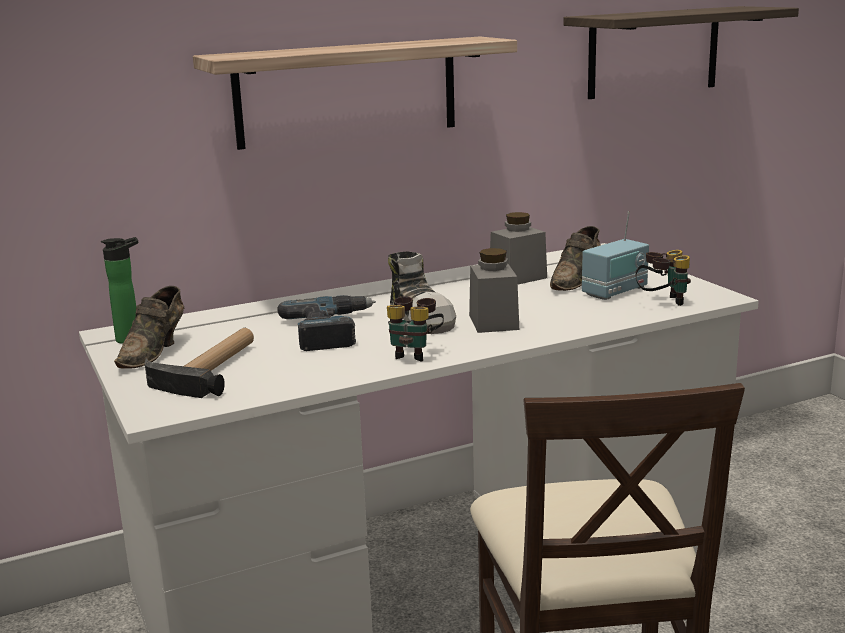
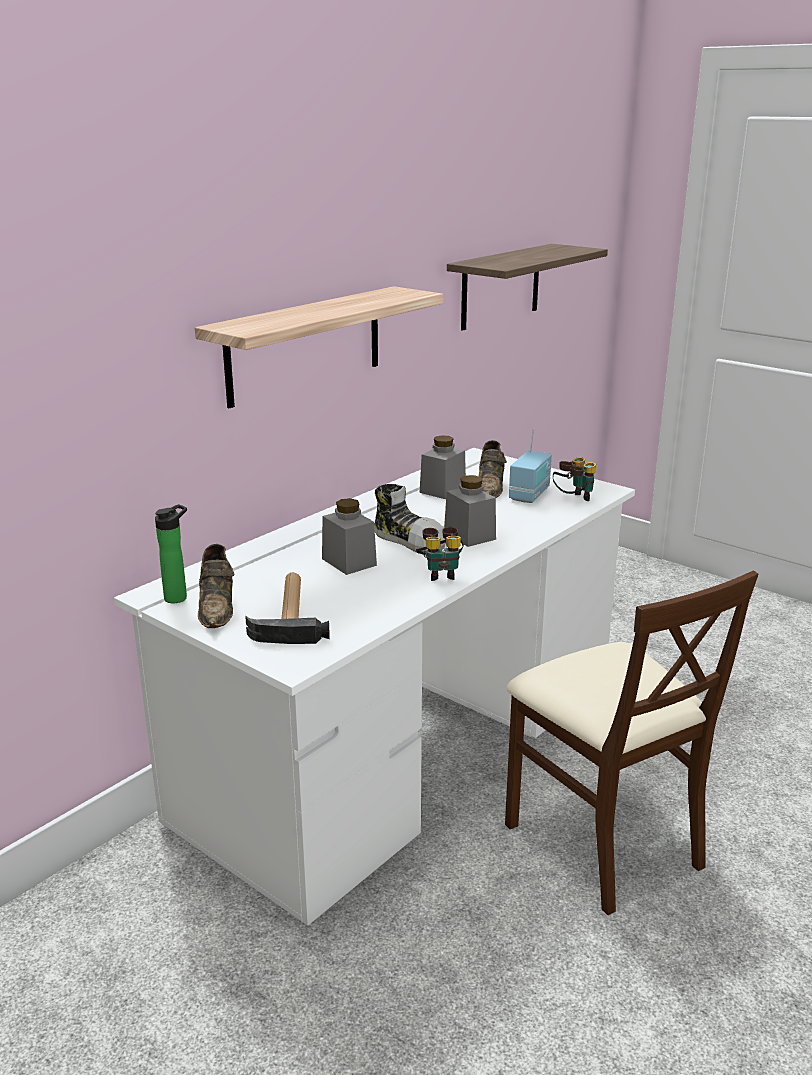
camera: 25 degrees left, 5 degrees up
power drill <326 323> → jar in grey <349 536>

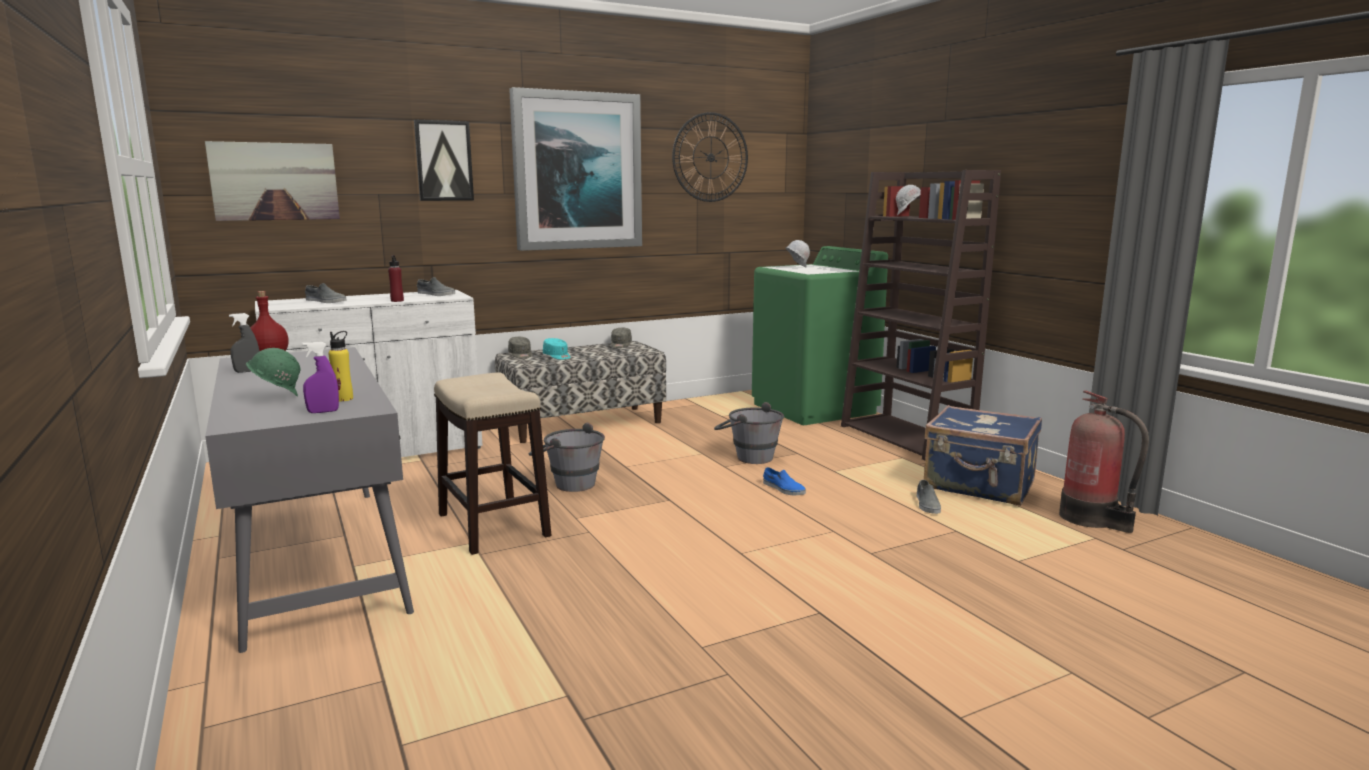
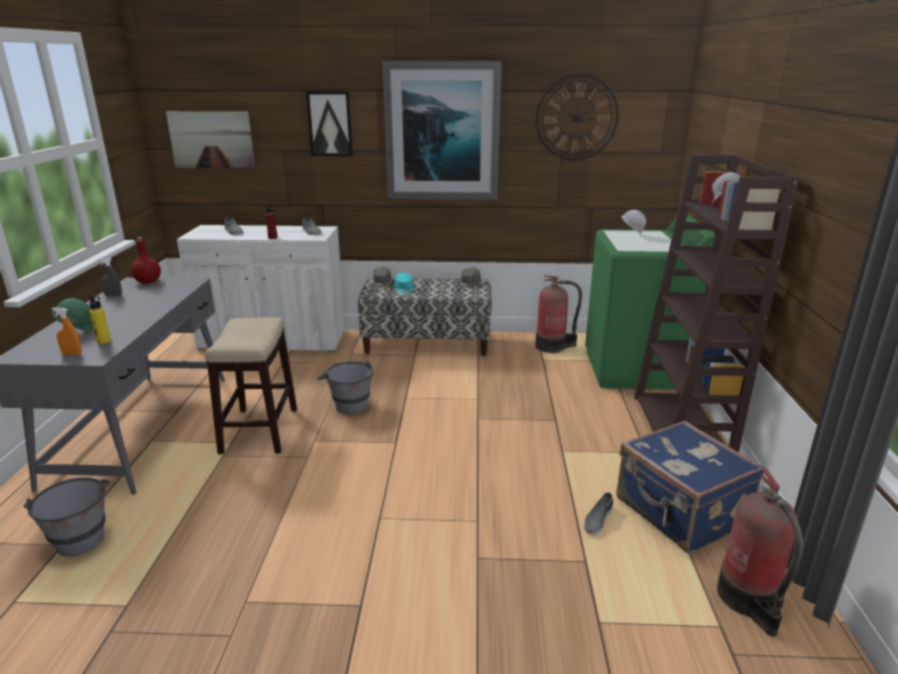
camera: 30 degrees right, 10 degrees up
shoe in blue <784 481> → -
- → fire extinguisher <558 314>
bucket in grey <749 433> → bucket in grey <67 517>, shifted
spray bottle in purple <321 377> → spray bottle in orange <67 331>

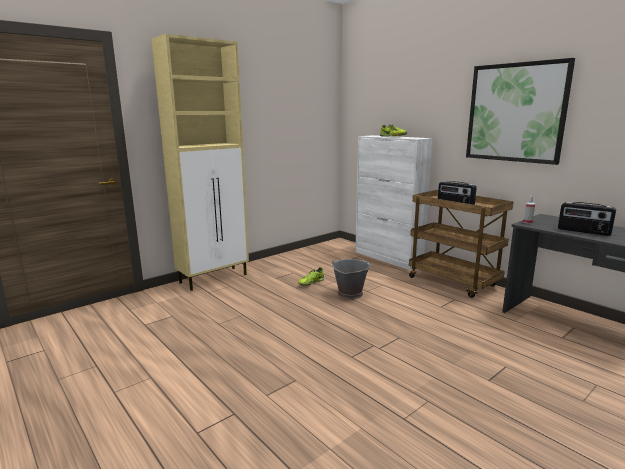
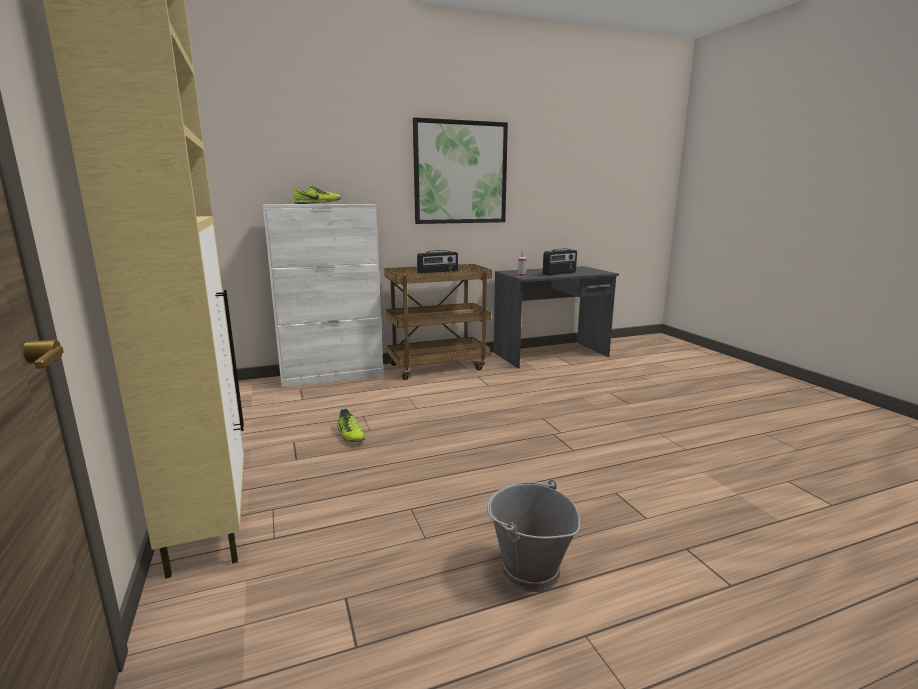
camera: 70 degrees left, 0 degrees up
bucket in grey <351 279> → bucket in grey <533 536>, shifted

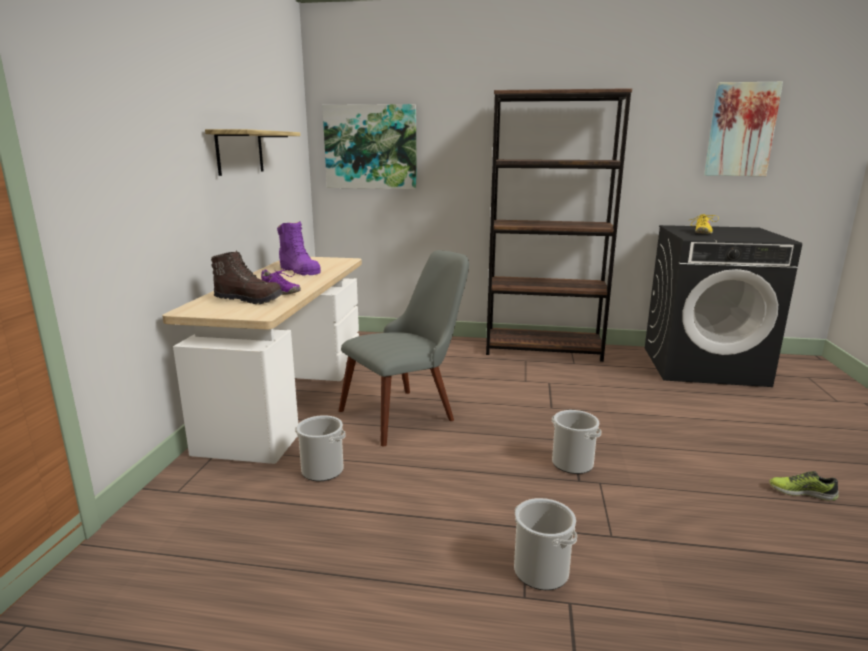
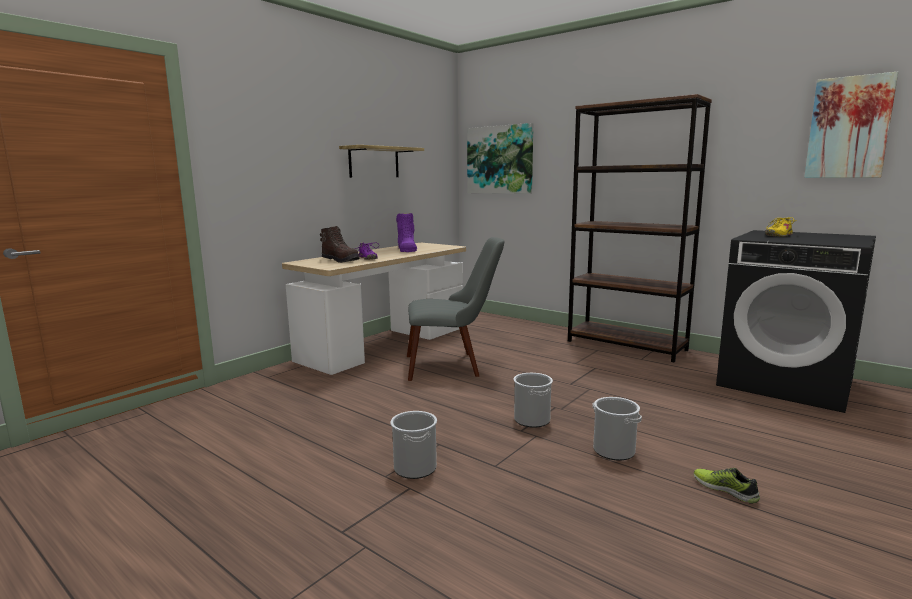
camera: 30 degrees right, 5 degrees down
bucket <320 448> → bucket <617 429>, shifted

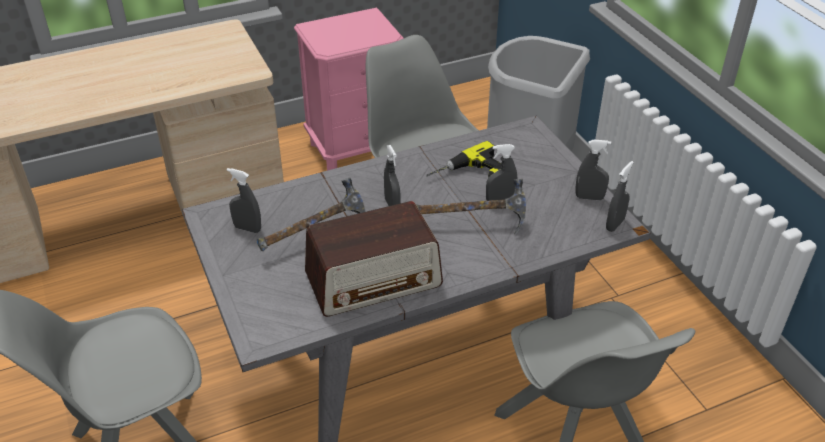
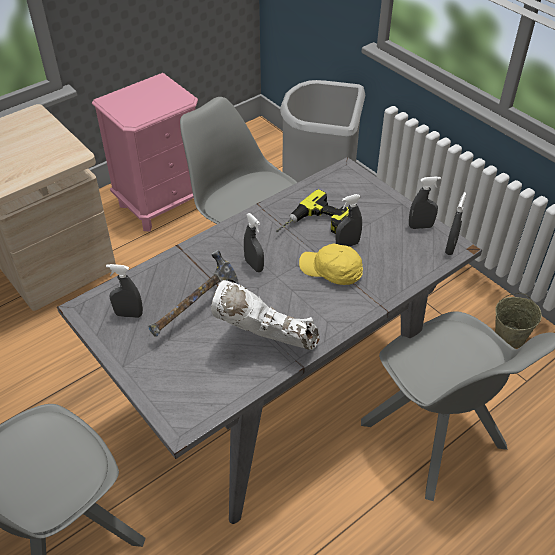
camera: 15 degrees left, 5 degrees up
- → bucket in beige <518 321>
radio <374 259> → boot in white <265 315>
hammer <471 206> → cap in yellow <331 264>

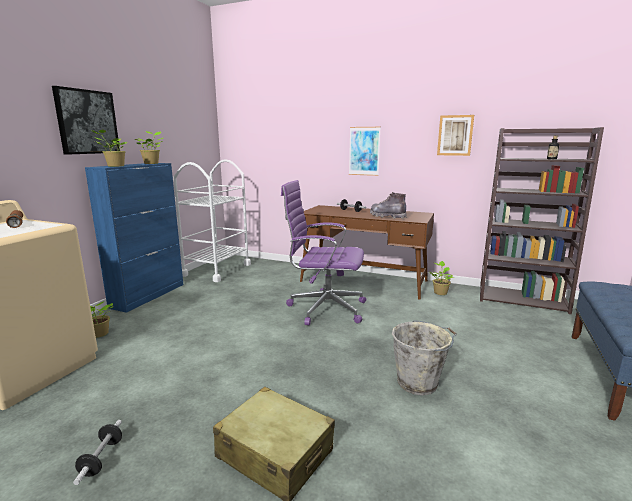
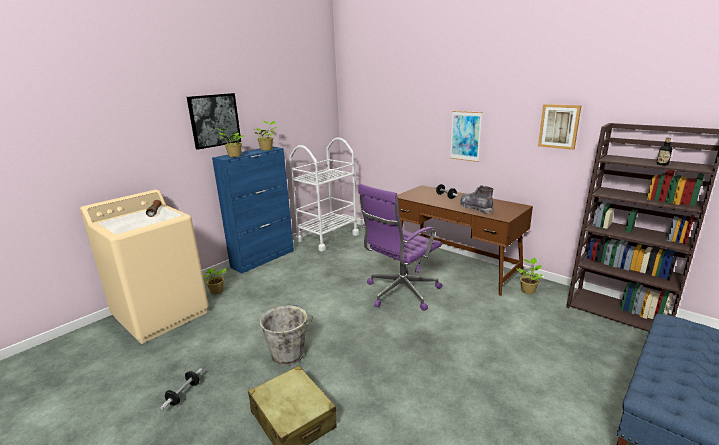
camera: 20 degrees right, 5 degrees up
bucket in grey <424 357> → bucket in grey <286 335>, shifted
office chair in purple <323 252> → office chair in purple <400 247>, 75 degrees counterclockwise

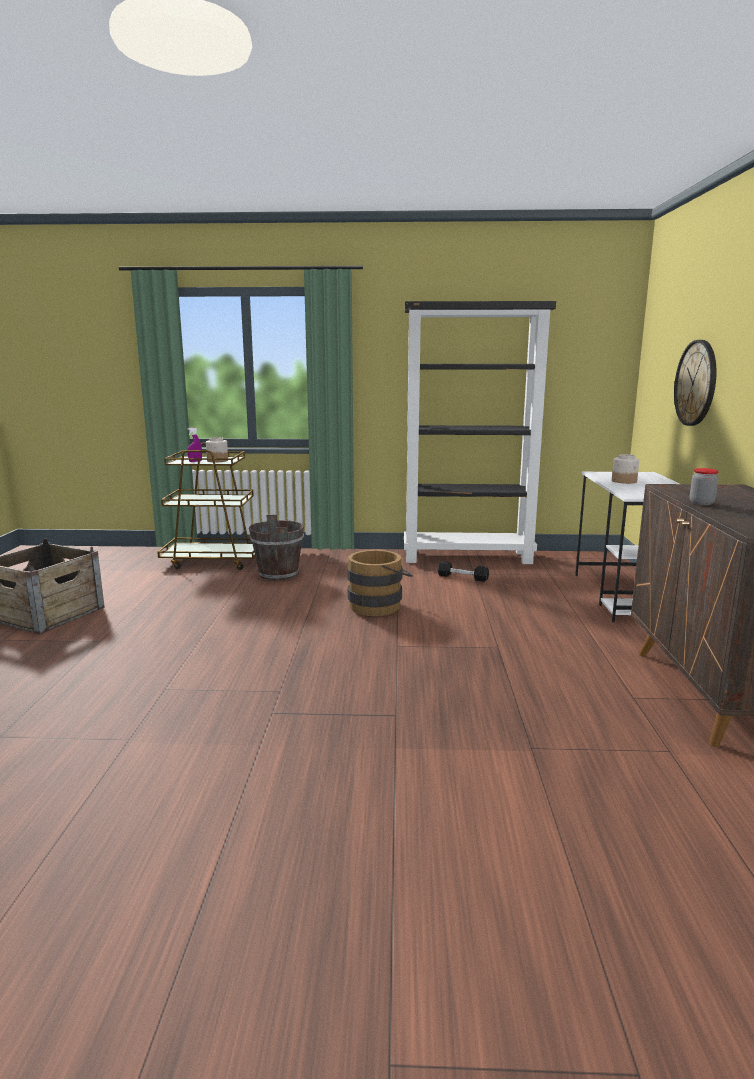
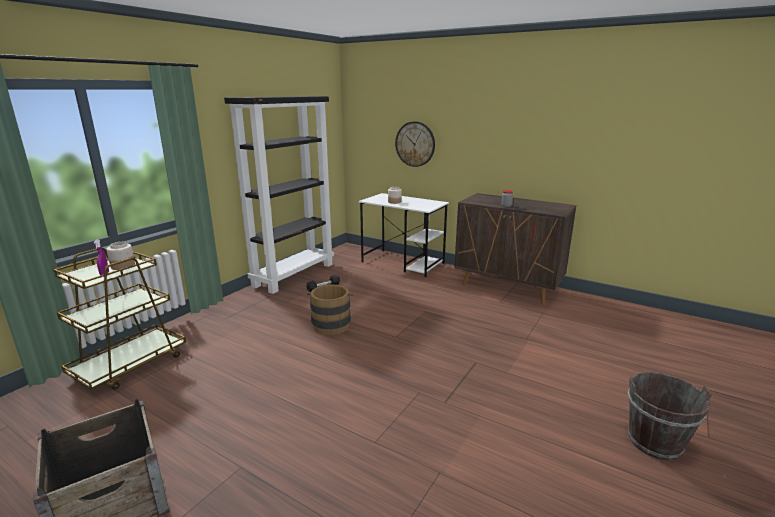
camera: 60 degrees left, 5 degrees up
bucket in brown <276 547> → bucket in brown <670 416>, shifted

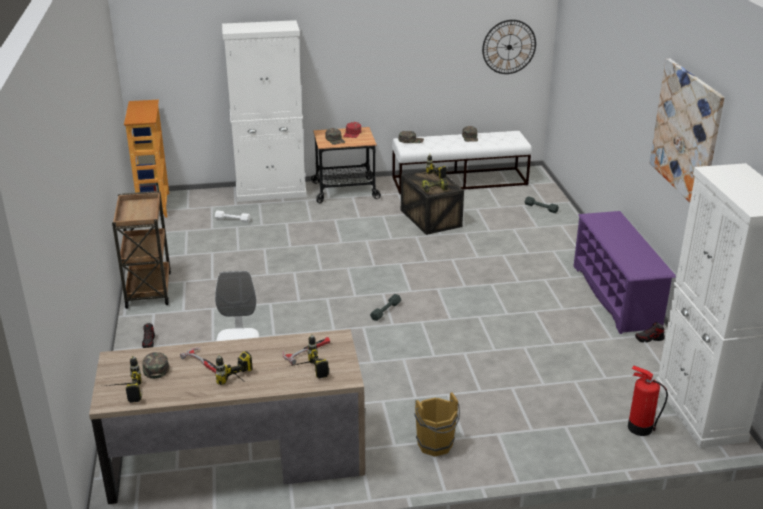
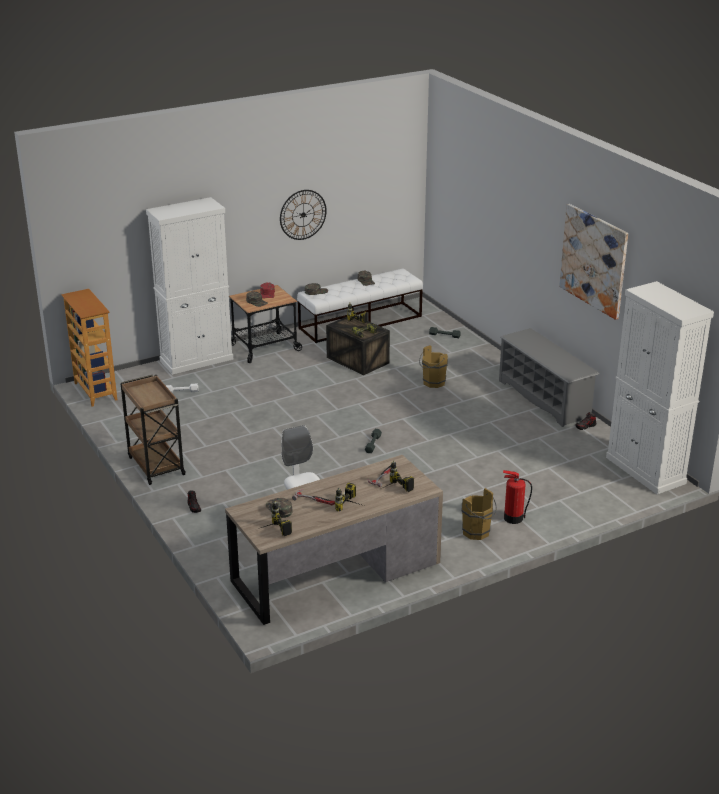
camera: 20 degrees left, 0 degrees up
- → bucket in brown <433 366>
wall clock <509 47> → wall clock <303 215>, shifted
fire extinguisher <648 401> → fire extinguisher <517 497>, shifted
shoe rack in purple <624 272> → shoe rack in grey <549 377>

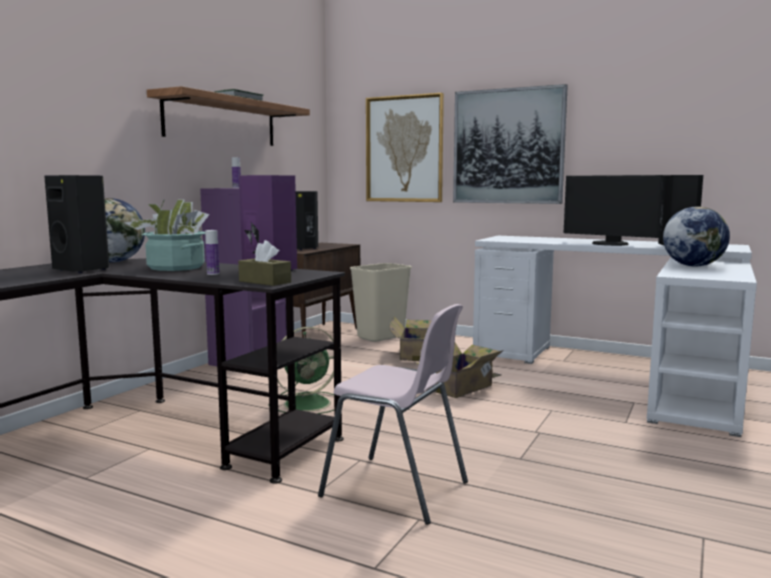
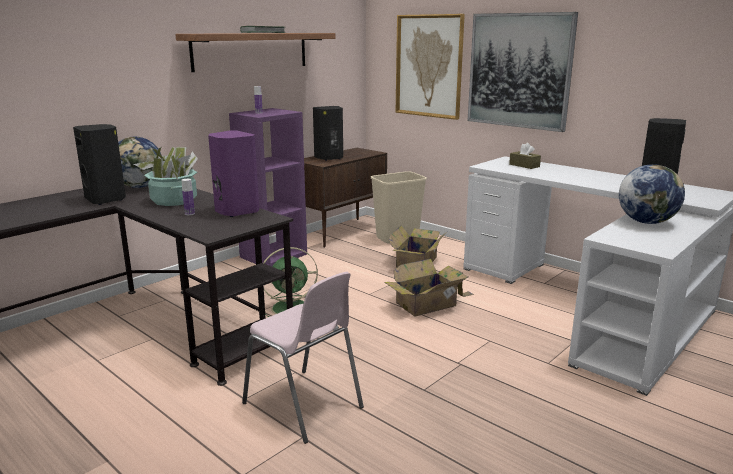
camera: 15 degrees right, 10 degrees up
monitor <613 210> → -
tissue box in brown <264 263> → tissue box in brown <525 156>, shifted

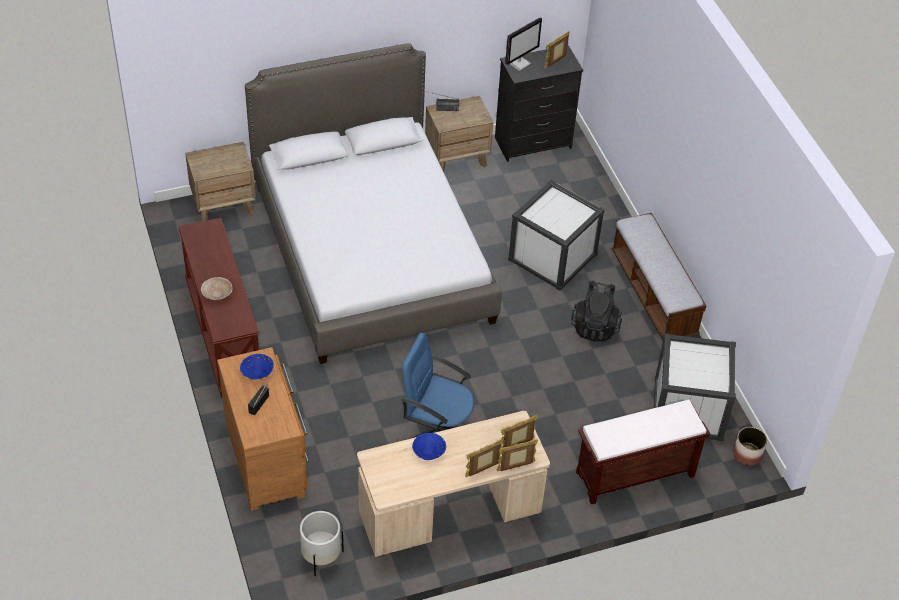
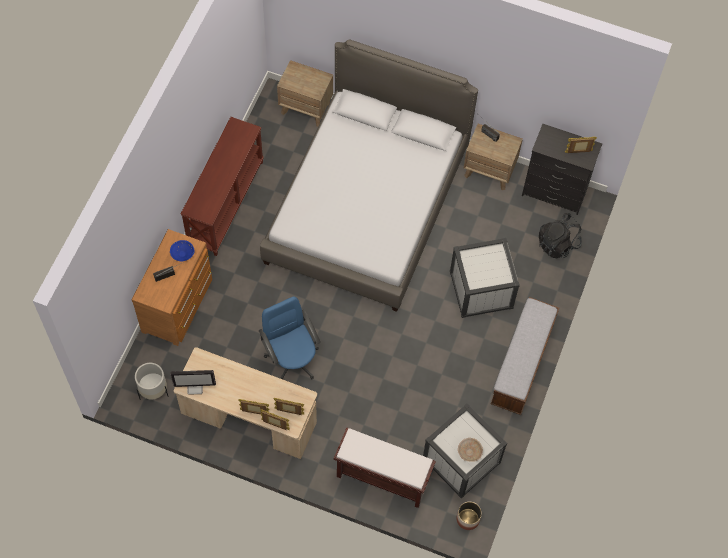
camera: 40 degrees right, 15 degrees up
bowl in blue <429 446> → -
bowl in beige <217 288> → bowl in beige <470 450>, shifted
monitor <523 44> → monitor <193 382>, shifted
backpack in black <596 311> → backpack in black <560 235>, shifted

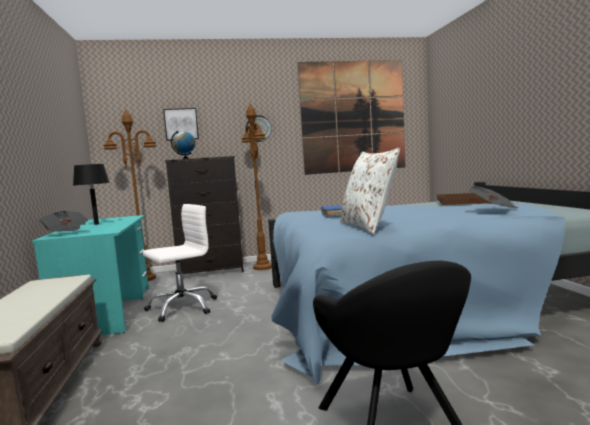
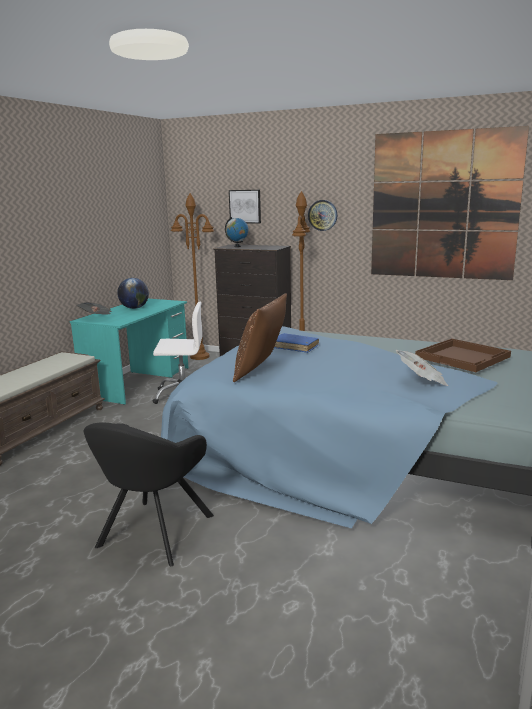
camera: 35 degrees right, 10 degrees up
table lamp in black <91 194> → globe <133 293>
pillow in white <370 191> → pillow in brown <260 337>

